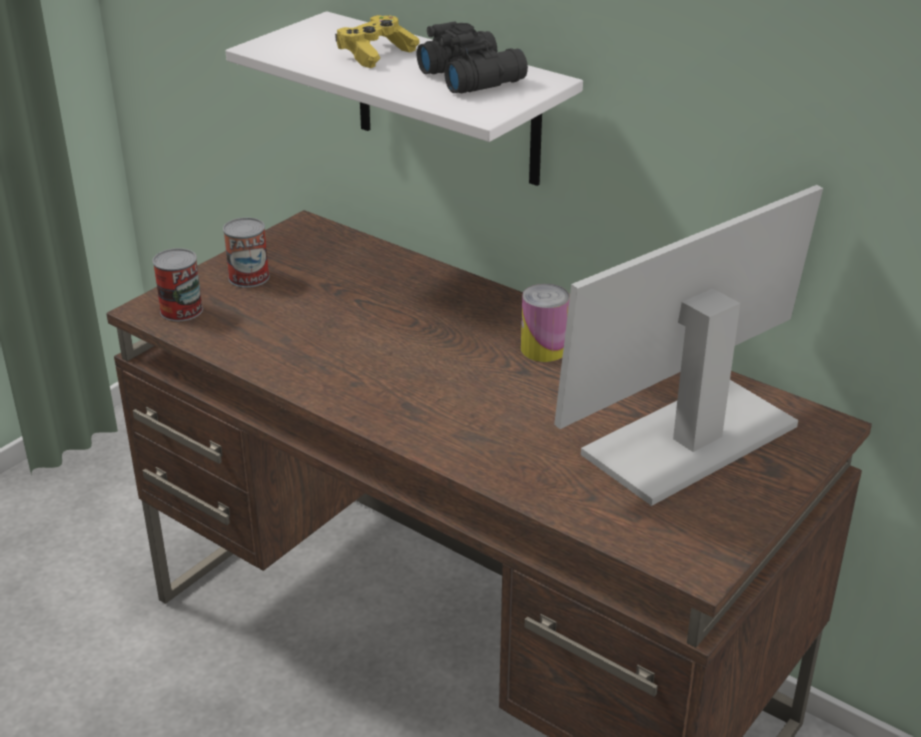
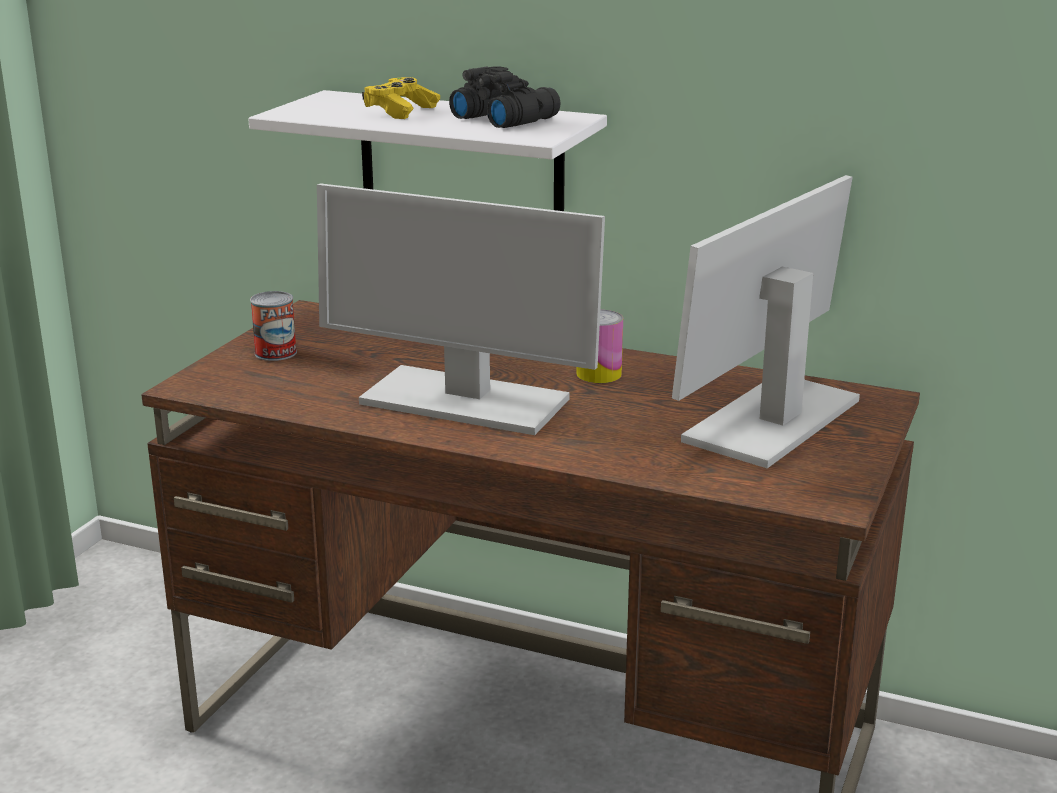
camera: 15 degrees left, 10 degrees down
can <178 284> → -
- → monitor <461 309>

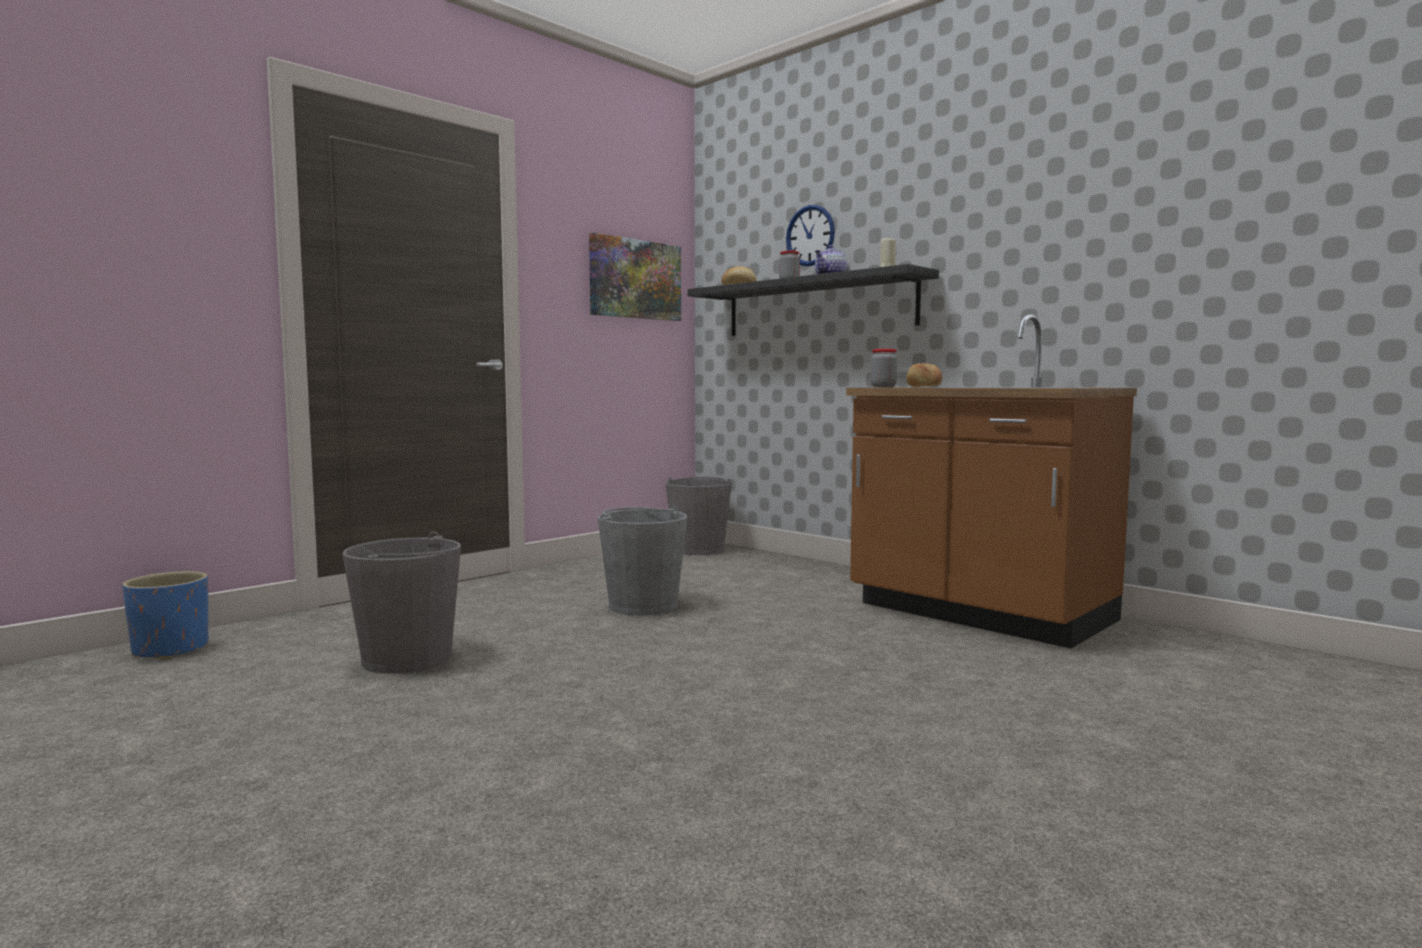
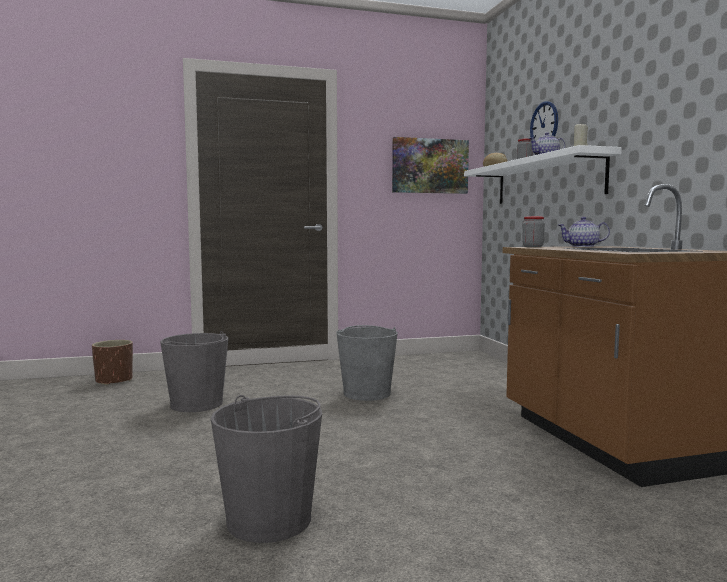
camera: 30 degrees right, 0 degrees up
bucket in grey <698 516> → bucket in grey <266 469>, shifted
bread <924 375> → teapot <584 232>
planter in blue <165 615> → planter in brown <112 362>
shelf in black <813 300> → shelf in white <543 174>

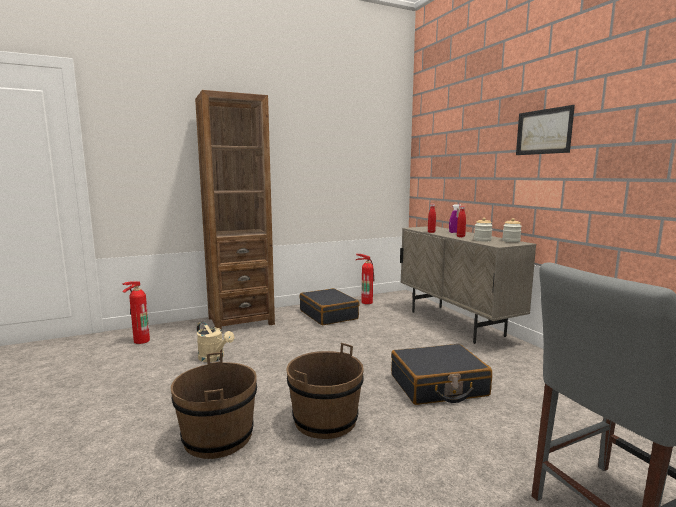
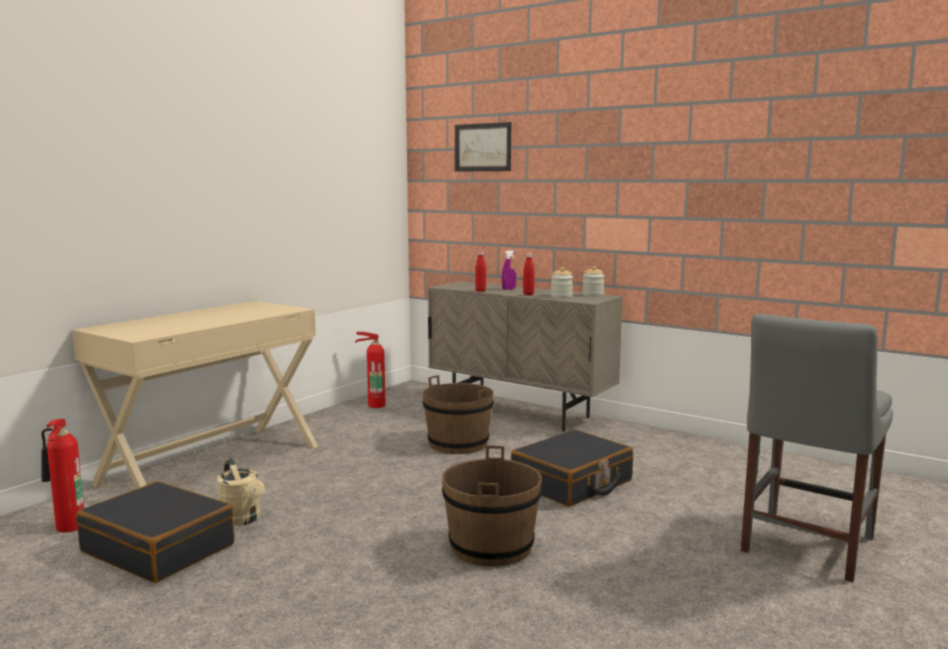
camera: 30 degrees left, 0 degrees up
bucket in brown <214 405> → bucket in brown <458 414>, shifted
suitcase in black <329 306> → suitcase in black <155 532>, shifted
picture <545 130> → picture <483 147>, shifted
bookcase in brown <235 210> → desk in beige <195 395>
watering can in beige <216 342> → watering can in beige <241 492>, 45 degrees clockwise

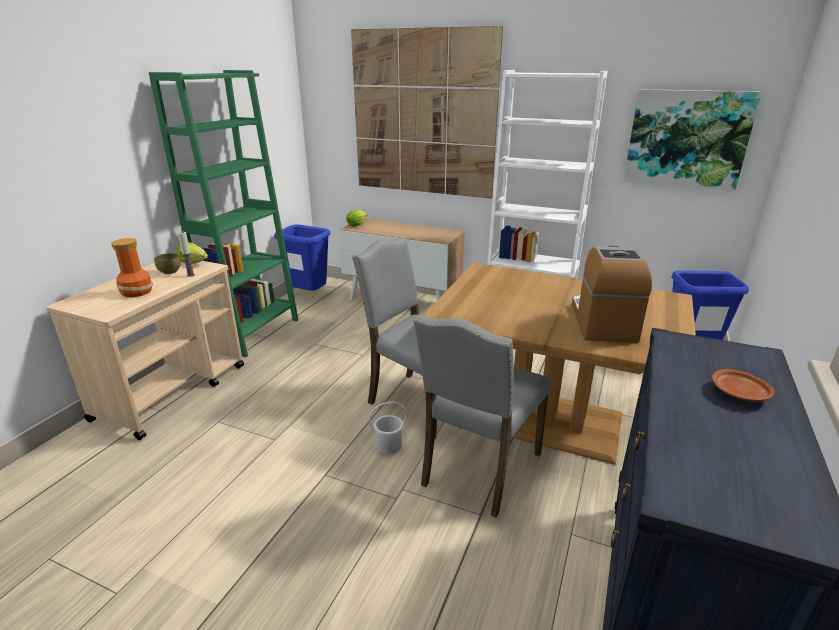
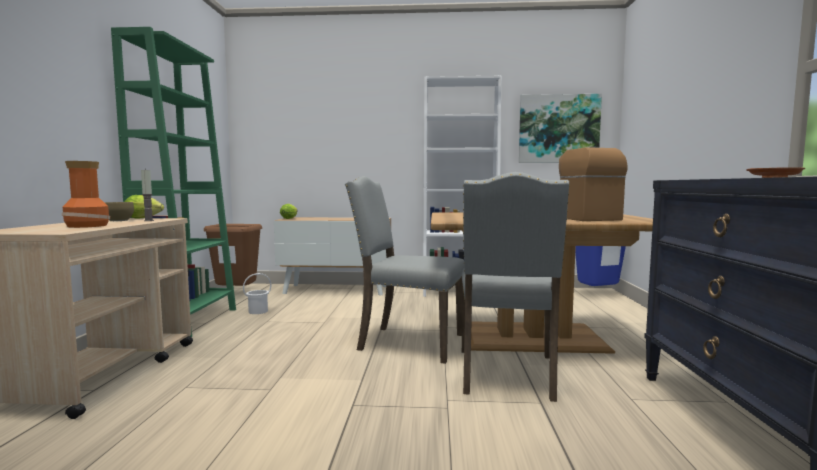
camera: 20 degrees left, 20 degrees down
picture <427 112> → -
bucket in white <388 427> → bucket in white <257 293>, shifted
trash can in blue <302 257> → trash can in brown <233 255>

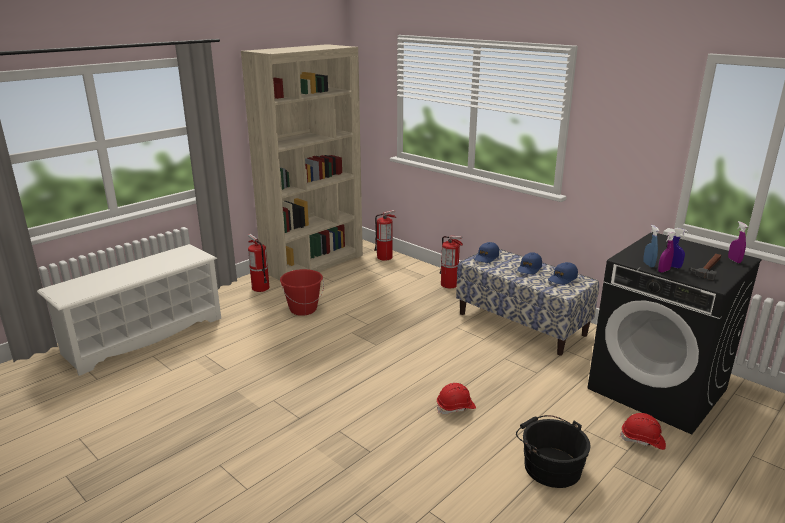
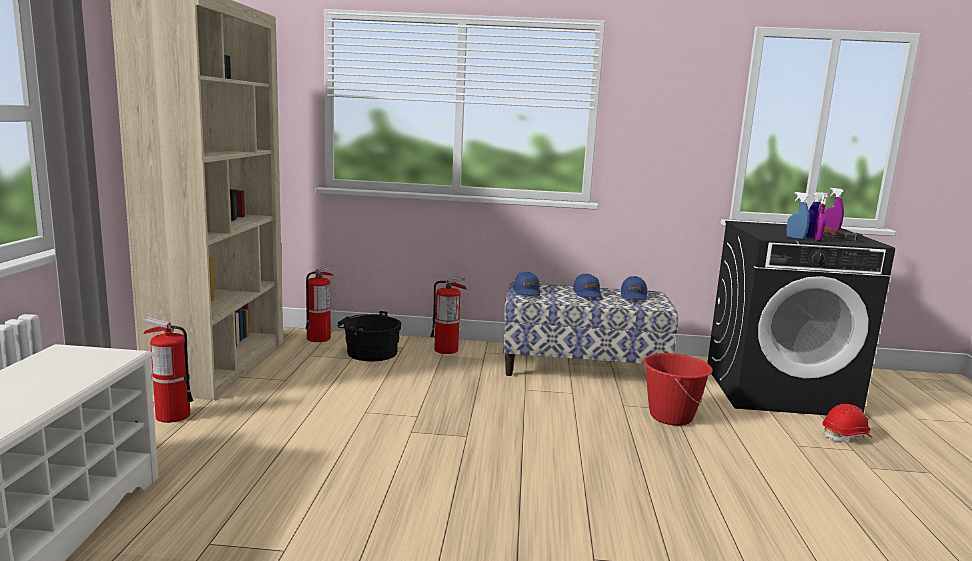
camera: 40 degrees left, 10 degrees down
hard hat in red <456 398> → -
bucket in red <302 292> → bucket in red <678 389>, shifted
bucket in black <553 451> → bucket in black <370 336>, shifted

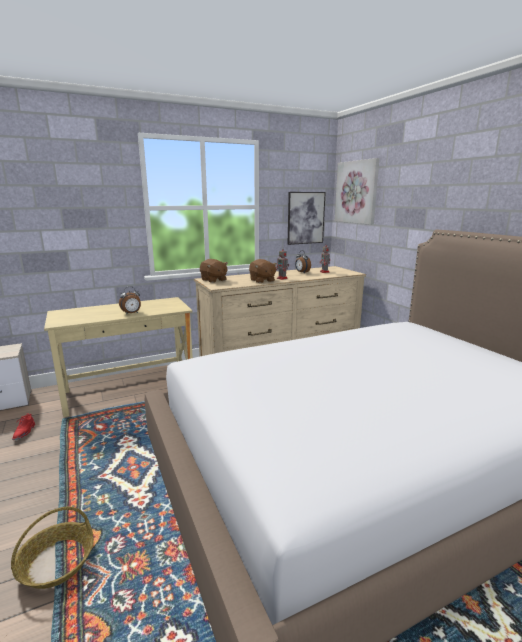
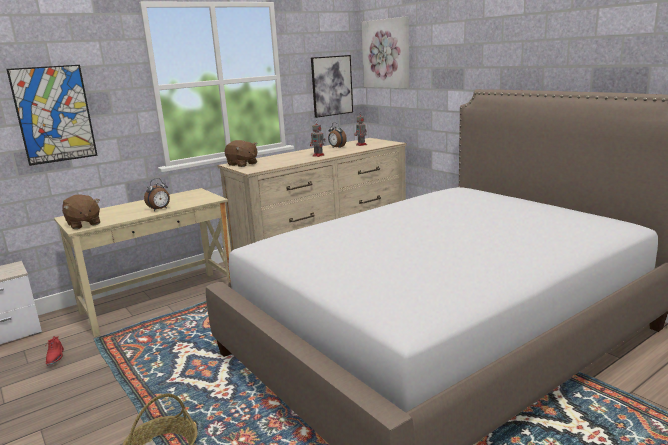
camera: 10 degrees left, 0 degrees up
- → picture <52 115>
plush toy in brown <263 271> → plush toy in brown <81 212>, shifted

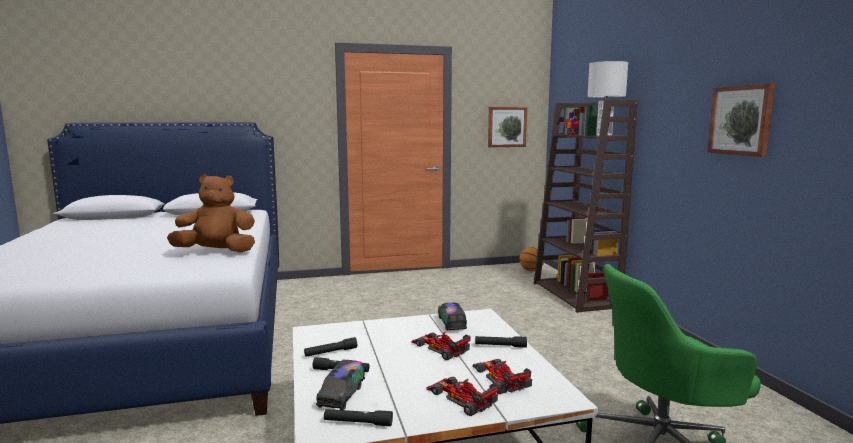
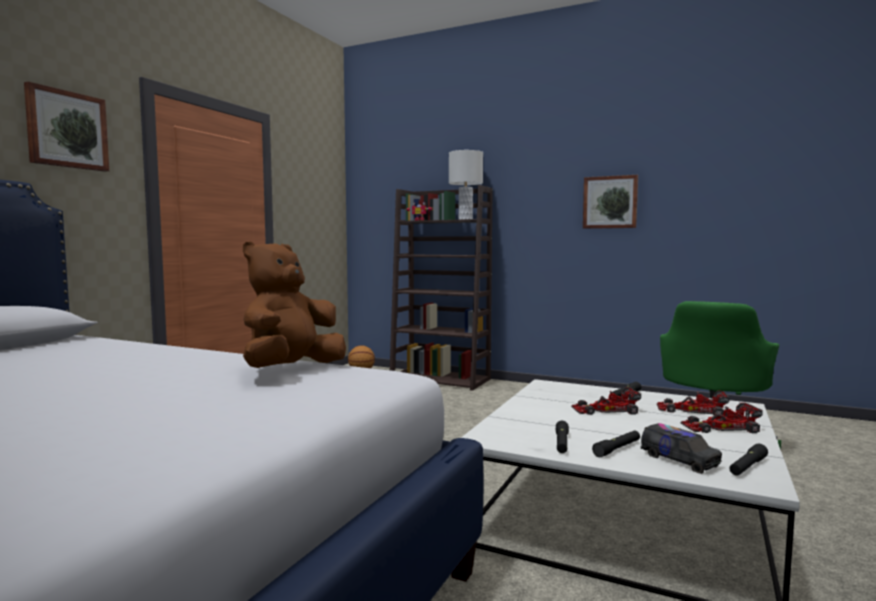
camera: 50 degrees left, 5 degrees down
toy truck <452 317> → -
picture <507 127> → picture <66 127>, shifted

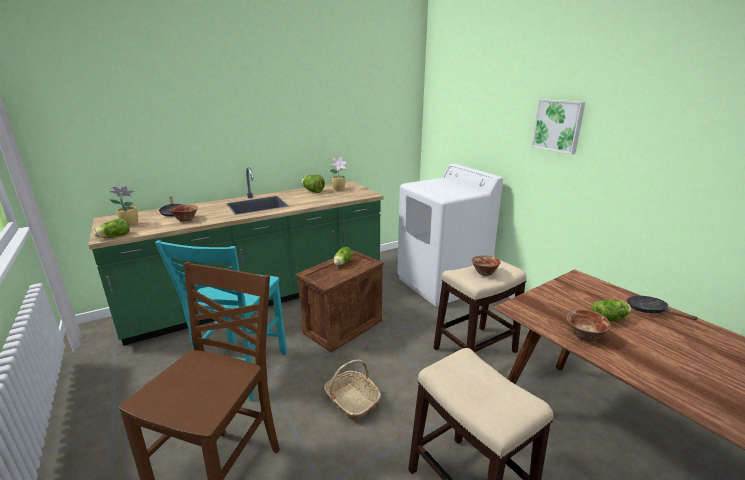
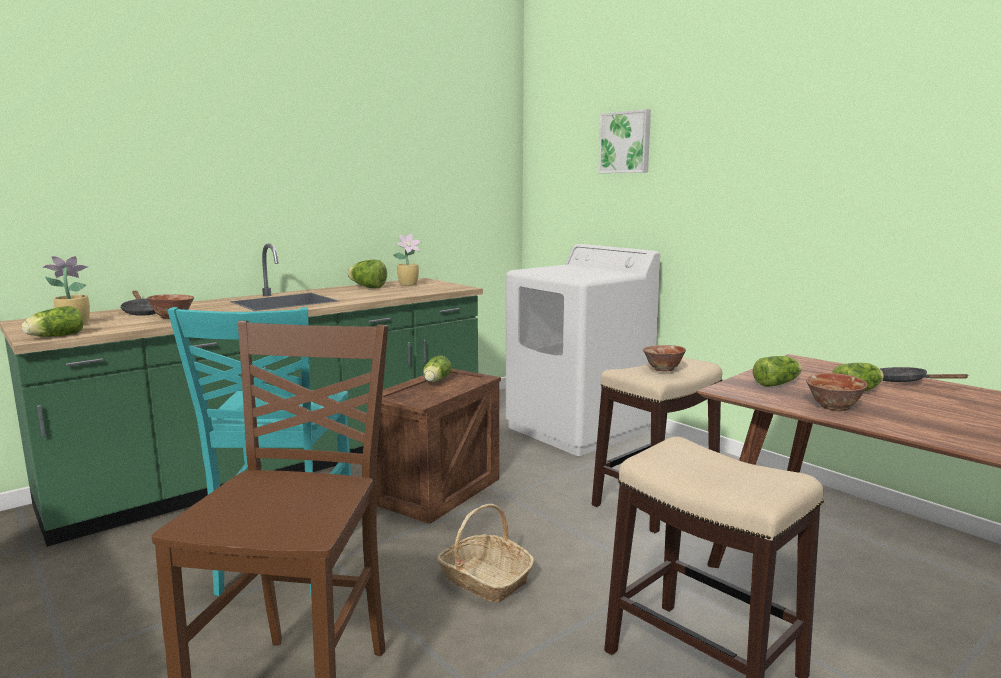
camera: 10 degrees left, 10 degrees down
- → lettuce <777 371>
picture <558 126> → picture <624 141>, shifted

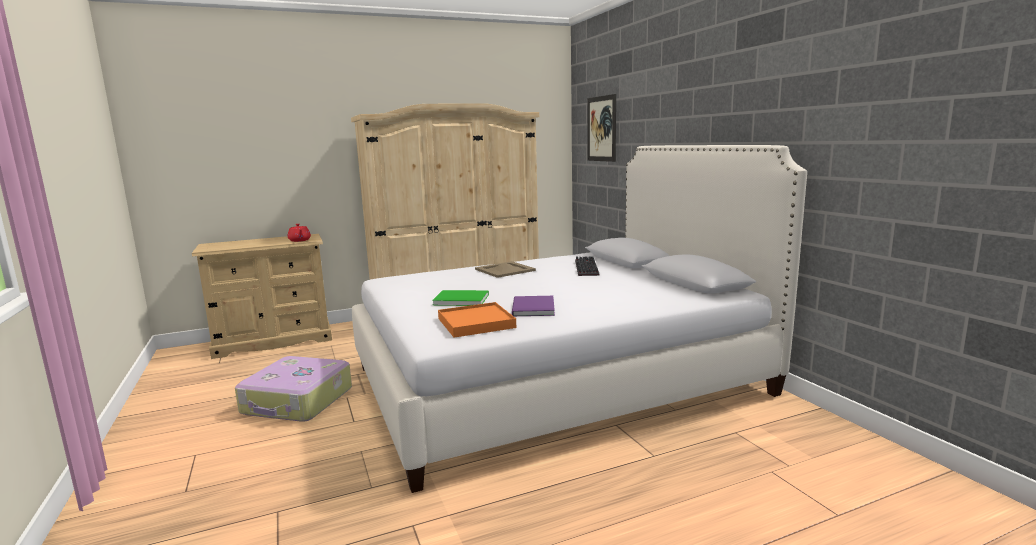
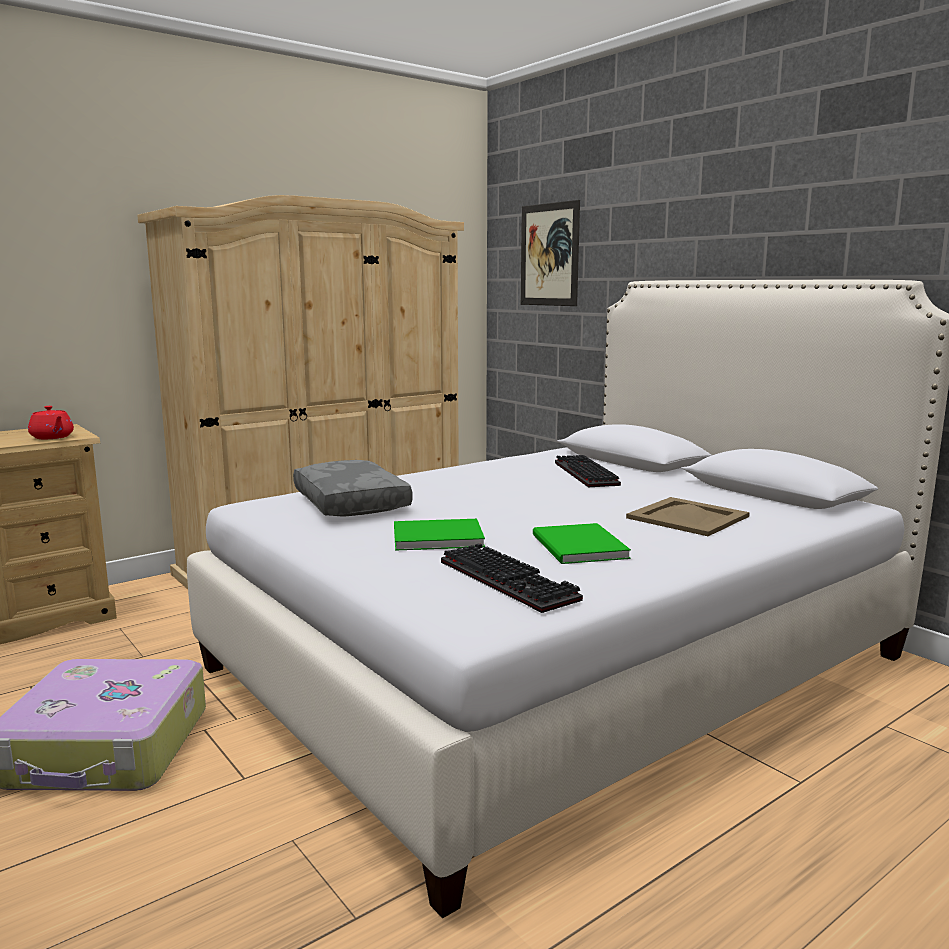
camera: 15 degrees left, 0 degrees up
- → pillow in grey <353 488>
tray in beige <505 269> → tray in beige <688 516>, shifted
tray in orange <477 320> → keyboard <512 578>
book in purple <533 306> → book in green <582 543>

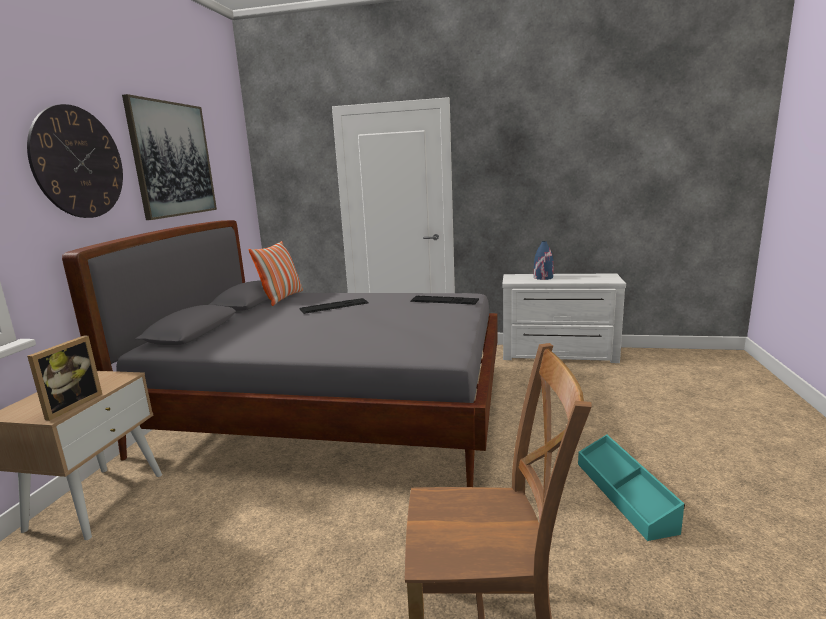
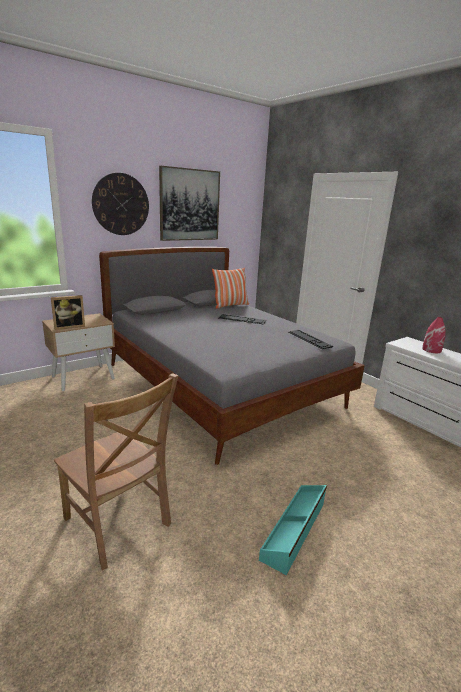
camera: 40 degrees right, 5 degrees up
vase in blue <543 260> → vase in red <434 335>

